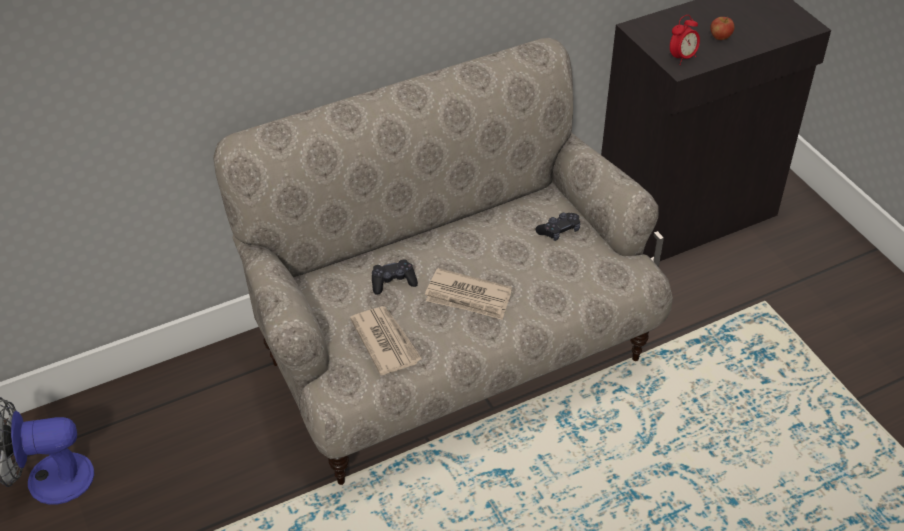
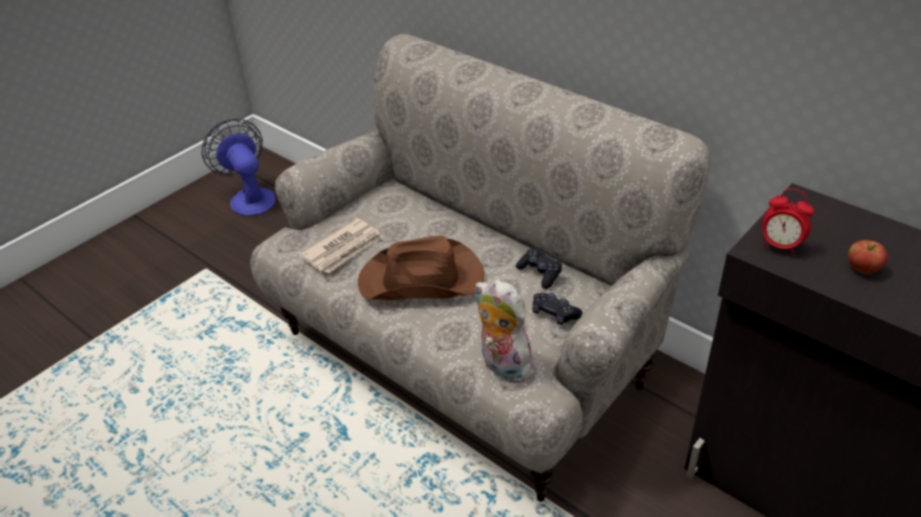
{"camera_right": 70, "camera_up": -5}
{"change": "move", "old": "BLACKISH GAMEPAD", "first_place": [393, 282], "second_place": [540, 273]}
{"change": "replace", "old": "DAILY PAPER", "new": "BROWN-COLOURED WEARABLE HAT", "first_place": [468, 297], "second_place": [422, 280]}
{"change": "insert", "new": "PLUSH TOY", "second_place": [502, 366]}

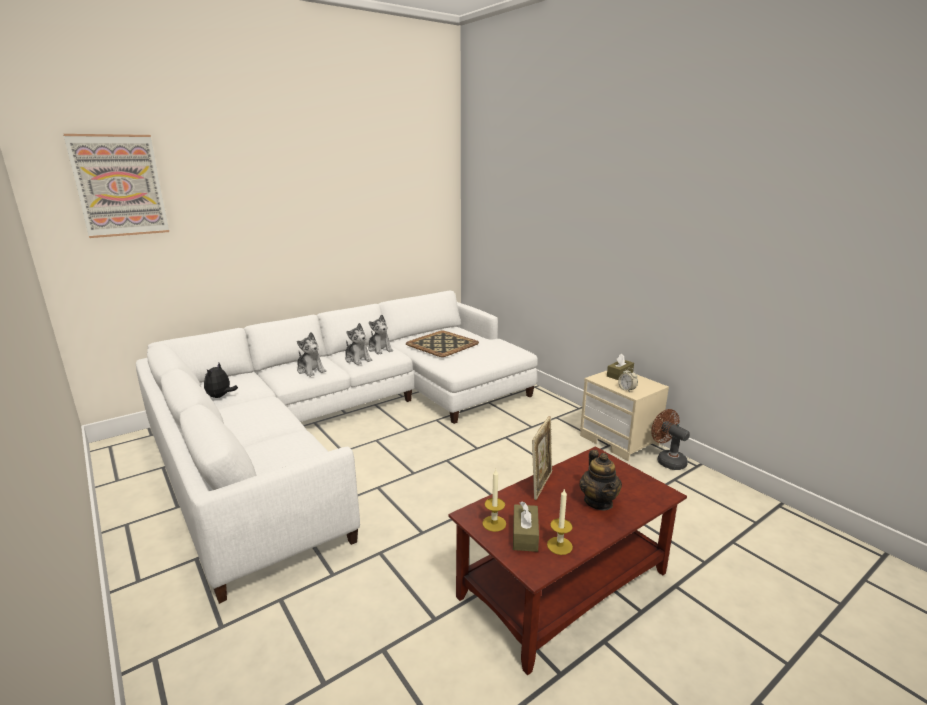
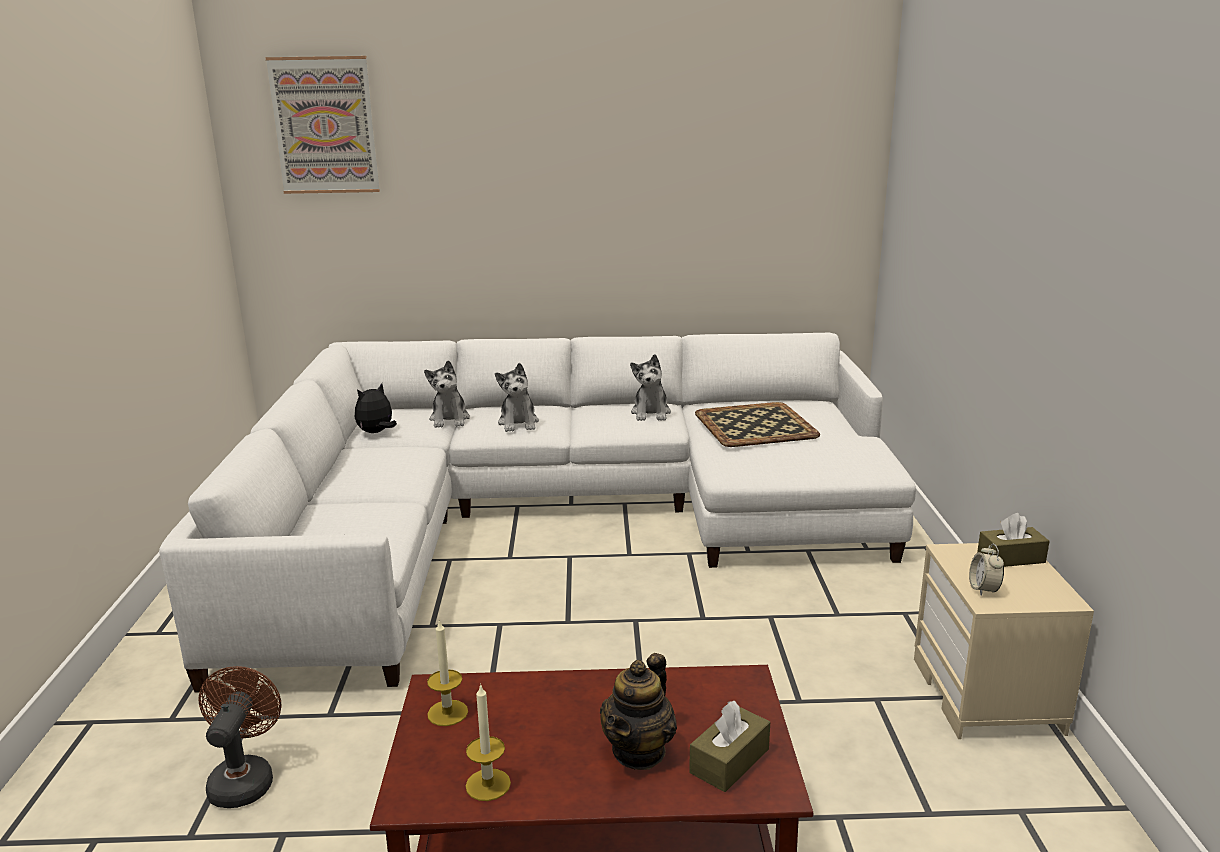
{"camera_right": 35, "camera_up": 0}
{"change": "move", "old": "PLUSH TOY", "first_place": [358, 359], "second_place": [450, 419]}
{"change": "move", "old": "BROWN-COLOURED COOLING FAN", "first_place": [667, 460], "second_place": [244, 779]}
{"change": "delete", "old": "PHOTO FRAME", "first_place": [541, 484]}
{"change": "move", "old": "BROWN-COLOURED TISSUE BOX", "first_place": [525, 535], "second_place": [729, 761]}

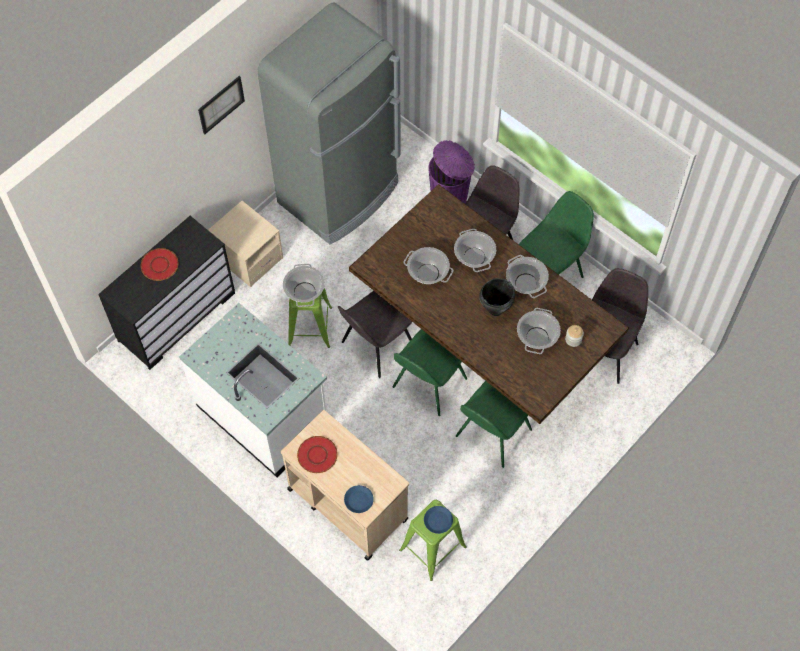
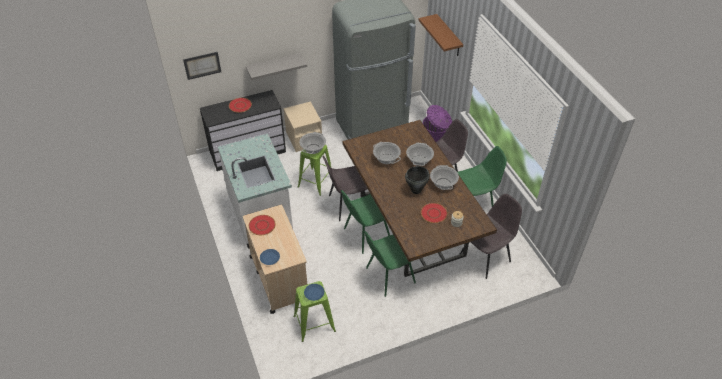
{"camera_right": 25, "camera_up": -15}
{"change": "move", "old": "WALL PICTURE", "first_place": [221, 104], "second_place": [202, 65]}
{"change": "replace", "old": "COOKING POT", "new": "REDDISH DINNER PLATE", "first_place": [537, 337], "second_place": [433, 213]}
{"change": "insert", "new": "BROWN-COLOURED SHELF", "second_place": [449, 36]}
{"change": "insert", "new": "GRAY SHELF", "second_place": [274, 66]}

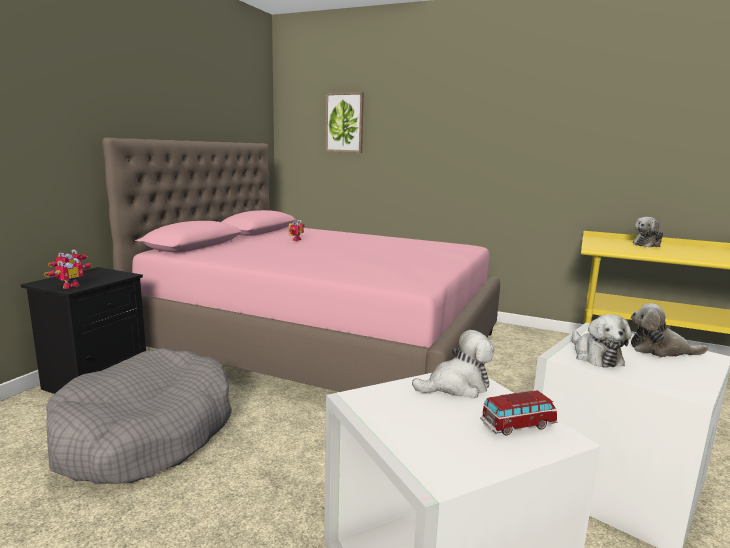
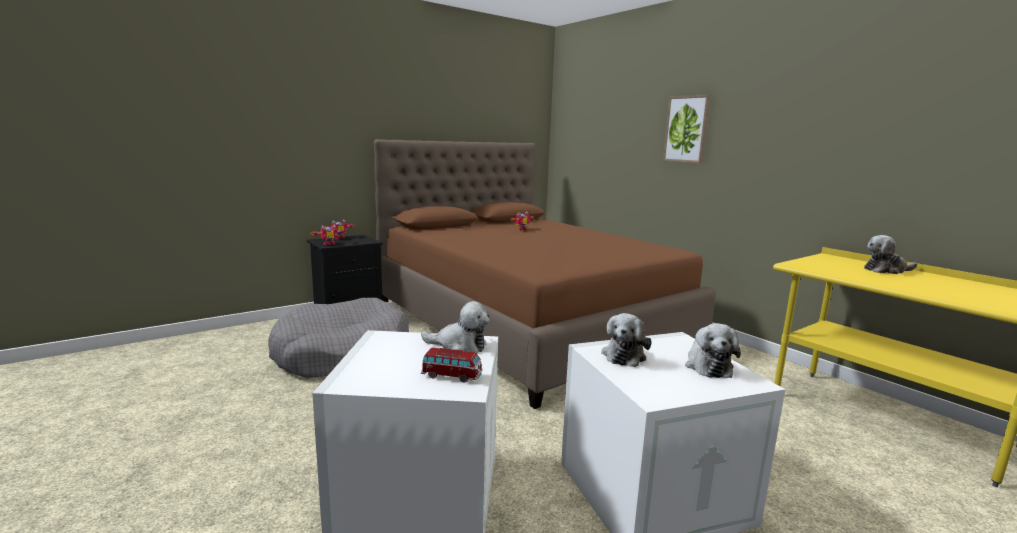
{"camera_right": 30, "camera_up": 0}
{"change": "move", "old": "WALL PICTURE", "first_place": [344, 122], "second_place": [686, 129]}
{"change": "recolor", "old": "PINK-COLOURED SLEEPING BED", "new": "BROWN-COLOURED SLEEPING BED", "first_place": [323, 343], "second_place": [528, 324]}
{"change": "rotate", "old": "PLUSH TOY", "first_place": [660, 350], "second_place": [707, 366], "degrees": -135}

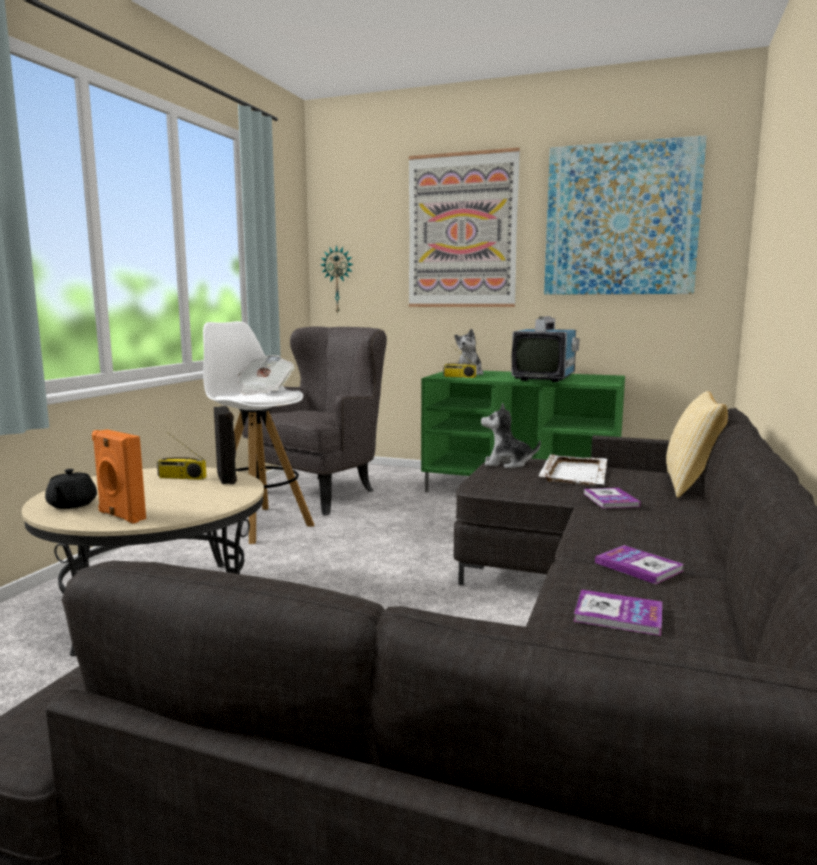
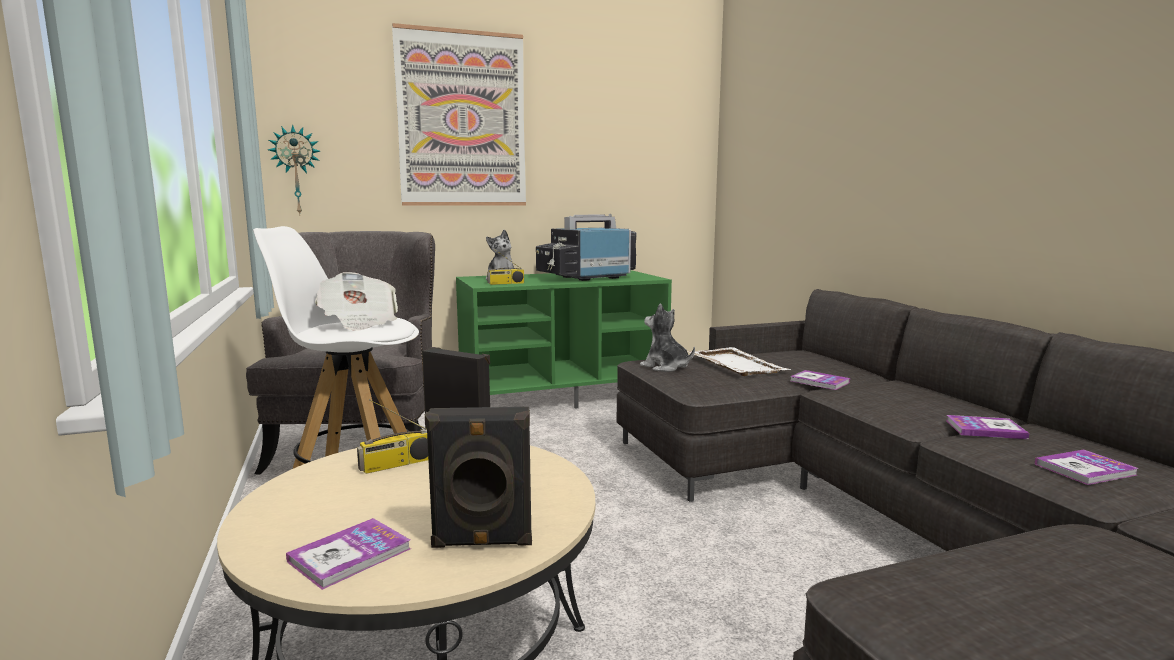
{"camera_right": -40, "camera_up": 0}
{"change": "delete", "old": "WALL PICTURE", "first_place": [621, 220]}
{"change": "rotate", "old": "TV", "first_place": [544, 378], "second_place": [585, 278], "degrees": -105}
{"change": "delete", "old": "THROW PILLOW", "first_place": [691, 485]}
{"change": "rotate", "old": "PLUSH TOY", "first_place": [507, 464], "second_place": [665, 367], "degrees": 75}
{"change": "recolor", "old": "ORANGE-COLOURED AUDIO SPEAKER", "new": "BLACKISH AUDIO SPEAKER", "first_place": [120, 516], "second_place": [482, 542]}
{"change": "replace", "old": "BLACKISH TEAPOT", "new": "BOOK", "first_place": [71, 505], "second_place": [350, 555]}

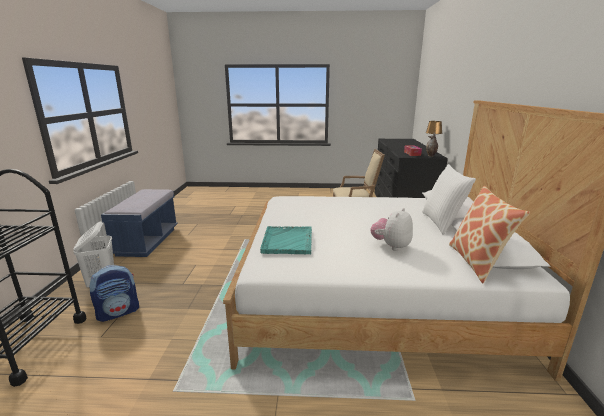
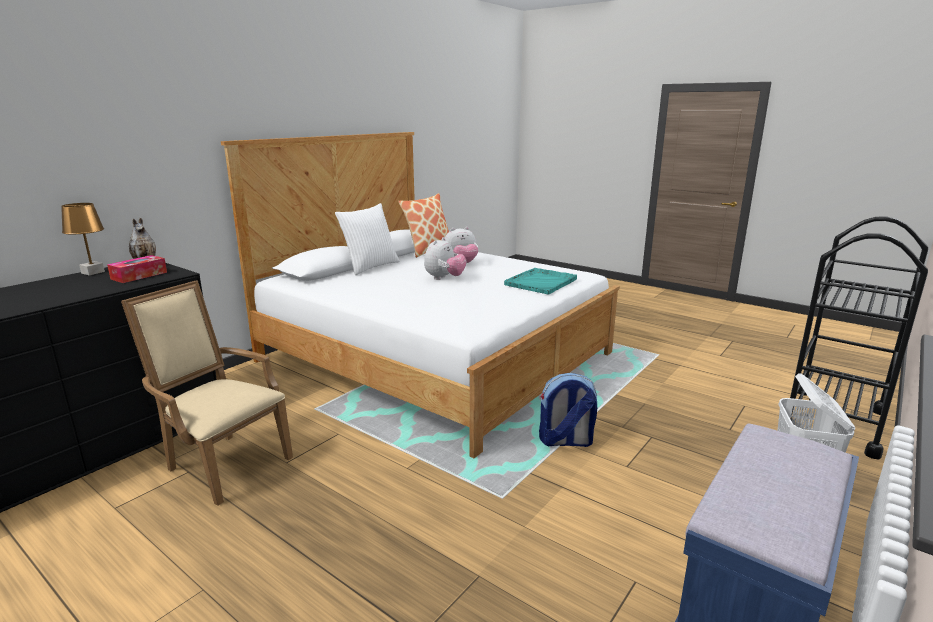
{"camera_right": -145, "camera_up": 0}
{"change": "move", "old": "BACKPACK", "first_place": [119, 312], "second_place": [565, 441]}
{"change": "insert", "new": "PLUSH TOY", "second_place": [444, 278]}

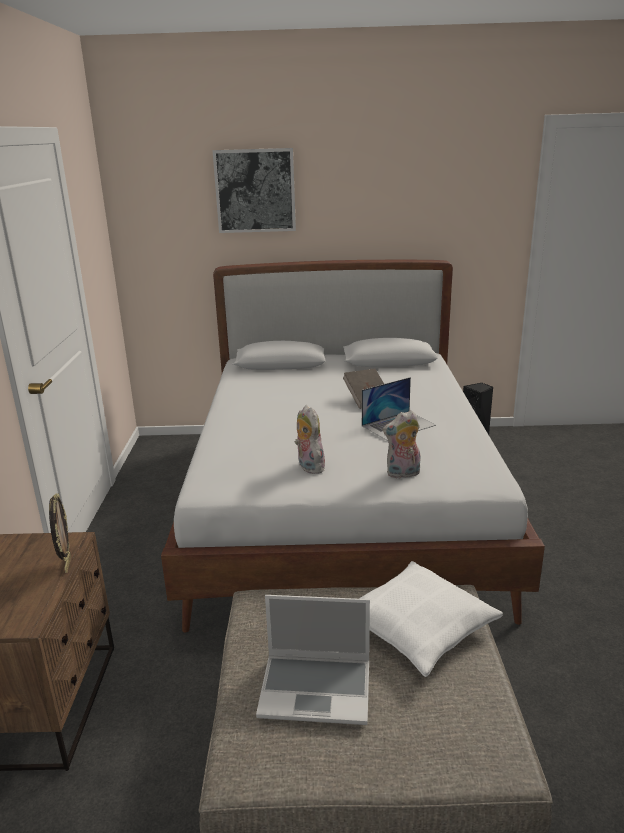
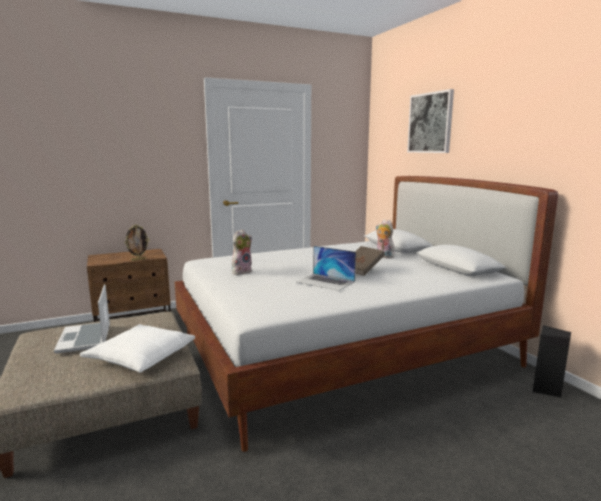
{"camera_right": 65, "camera_up": -10}
{"change": "move", "old": "PLUSH TOY", "first_place": [403, 474], "second_place": [383, 256]}

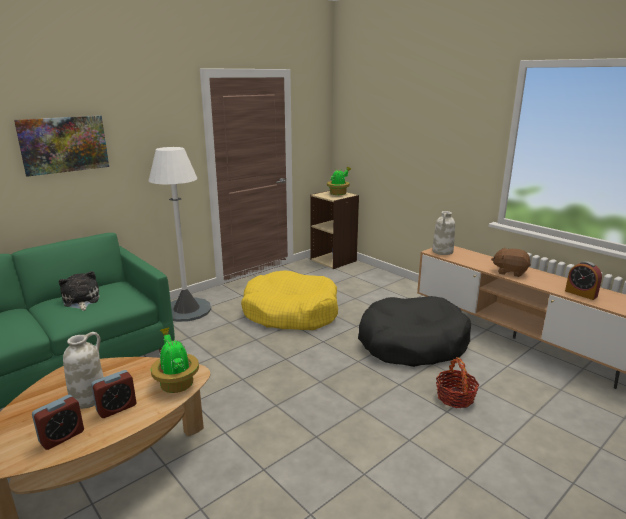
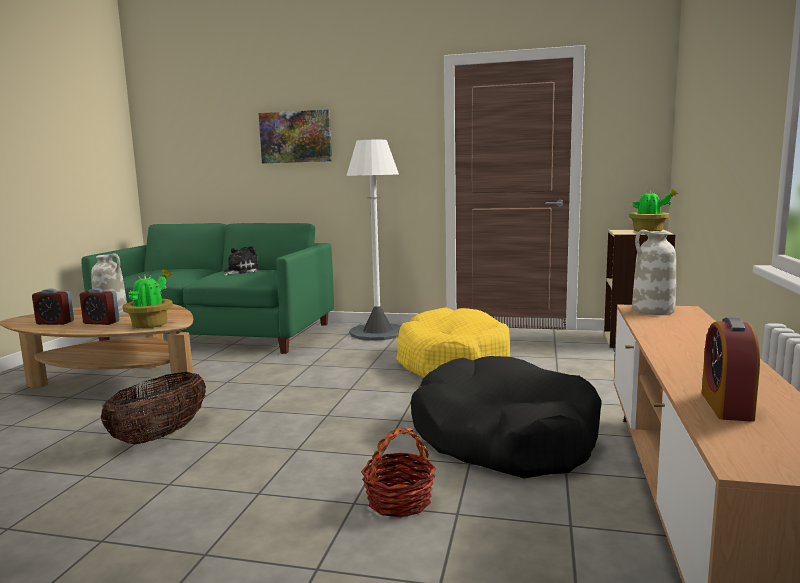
{"camera_right": 55, "camera_up": -10}
{"change": "delete", "old": "BROWN-COLOURED PLUSH TOY", "first_place": [510, 272]}
{"change": "insert", "new": "HOUSEHOLD BASKET", "second_place": [160, 436]}

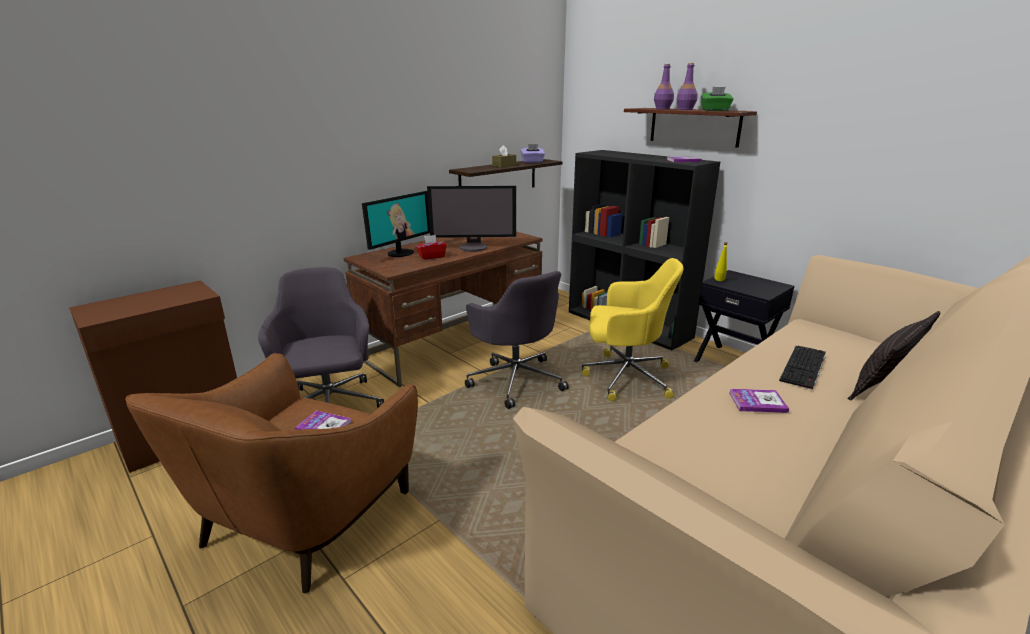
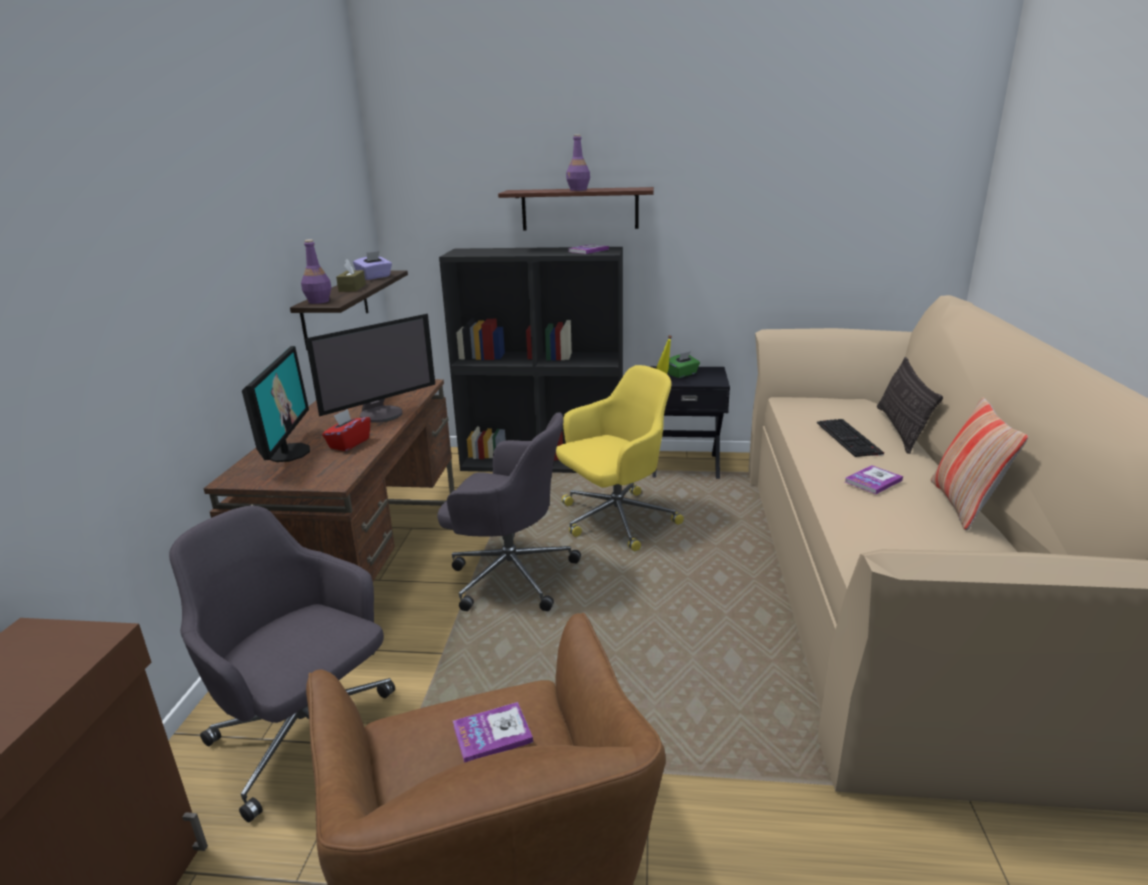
{"camera_right": -40, "camera_up": 0}
{"change": "move", "old": "PURPLISH BOTTLE", "first_place": [662, 109], "second_place": [318, 301]}
{"change": "move", "old": "GREEN TISSUE BOX", "first_place": [715, 110], "second_place": [682, 374]}
{"change": "insert", "new": "THROW PILLOW", "second_place": [964, 505]}

